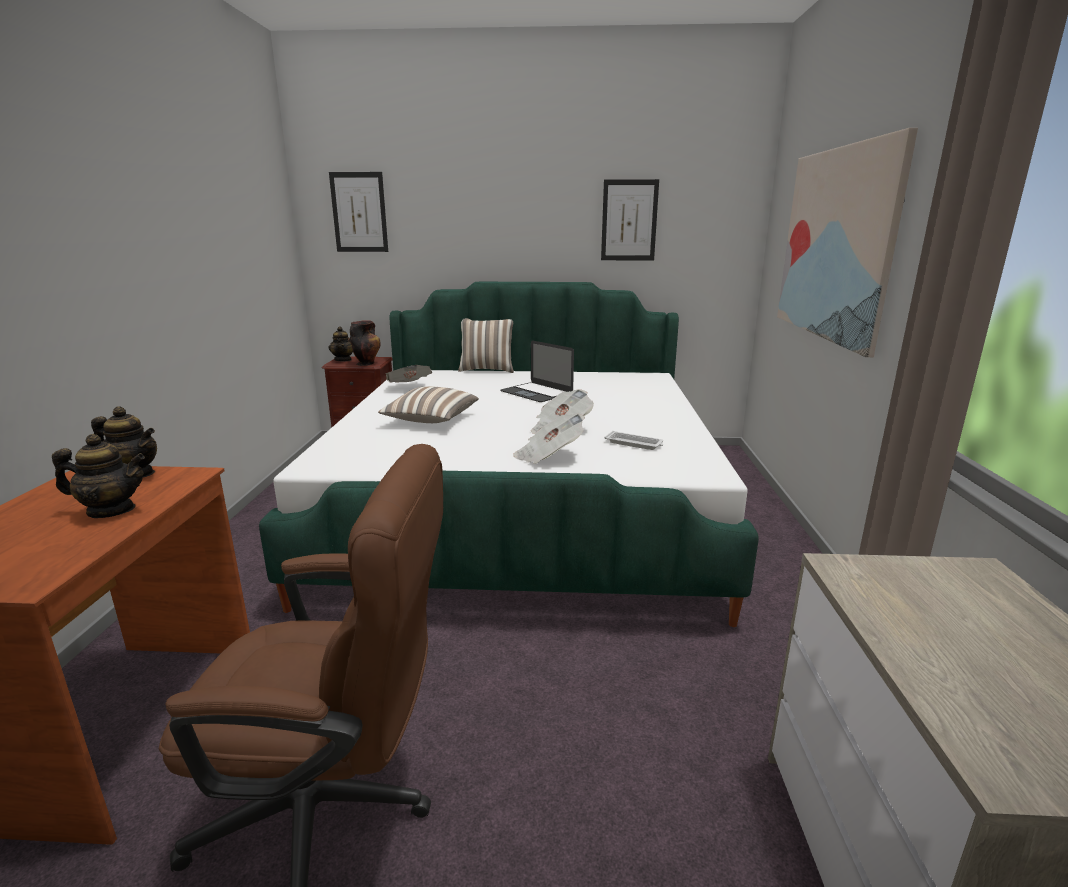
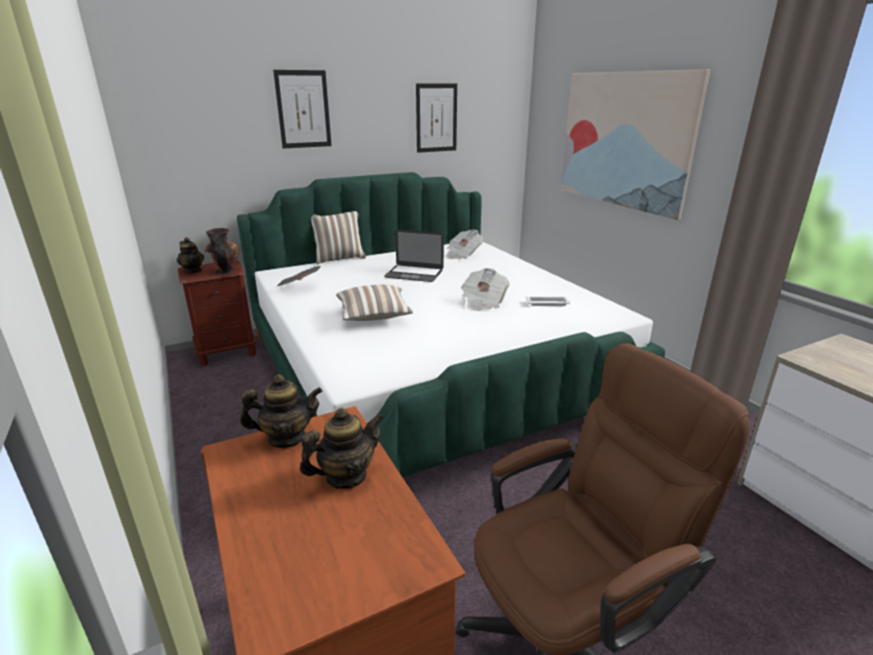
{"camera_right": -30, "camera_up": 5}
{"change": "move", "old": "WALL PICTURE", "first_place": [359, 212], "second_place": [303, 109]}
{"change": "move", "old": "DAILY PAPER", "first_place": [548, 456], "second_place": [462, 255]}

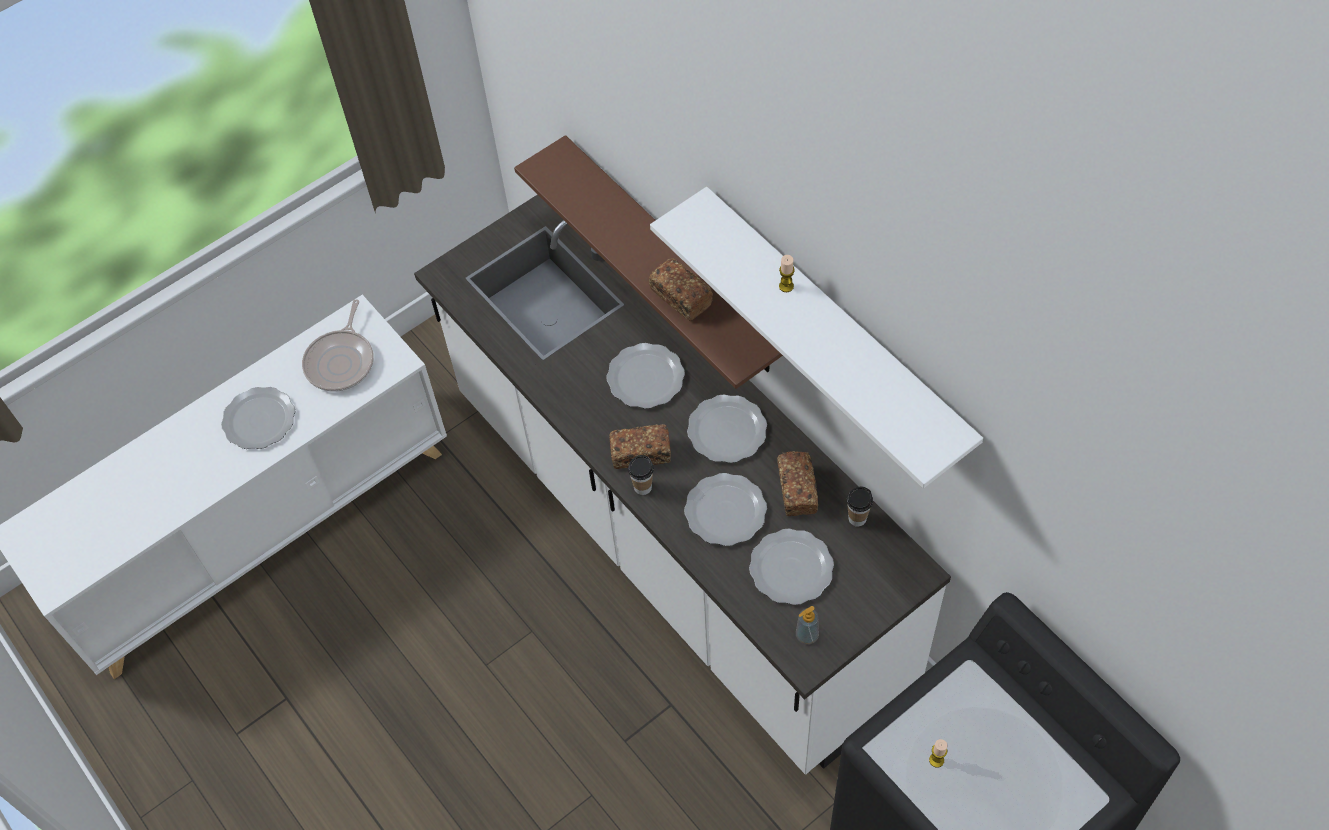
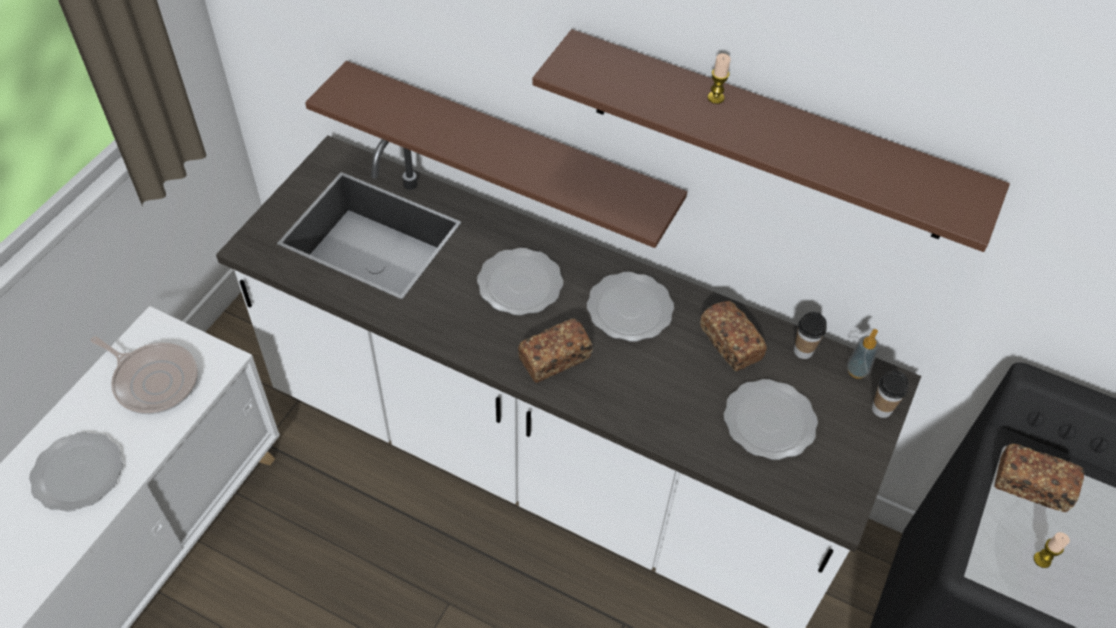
{"camera_right": -30, "camera_up": -5}
{"change": "recolor", "old": "WHITISH SHELF", "new": "BROWN-COLOURED SHELF", "first_place": [835, 329], "second_place": [769, 137]}
{"change": "move", "old": "BREAD", "first_place": [680, 297], "second_place": [1031, 486]}
{"change": "rotate", "old": "SKILLET", "first_place": [341, 361], "second_place": [154, 380], "degrees": -45}
{"change": "move", "old": "SMALL CUP", "first_place": [642, 487], "second_place": [881, 409]}
{"change": "delete", "old": "DINNER PLATE", "first_place": [726, 510]}
{"change": "move", "old": "LIQUID SOAP BOTTLE", "first_place": [807, 635], "second_place": [857, 370]}

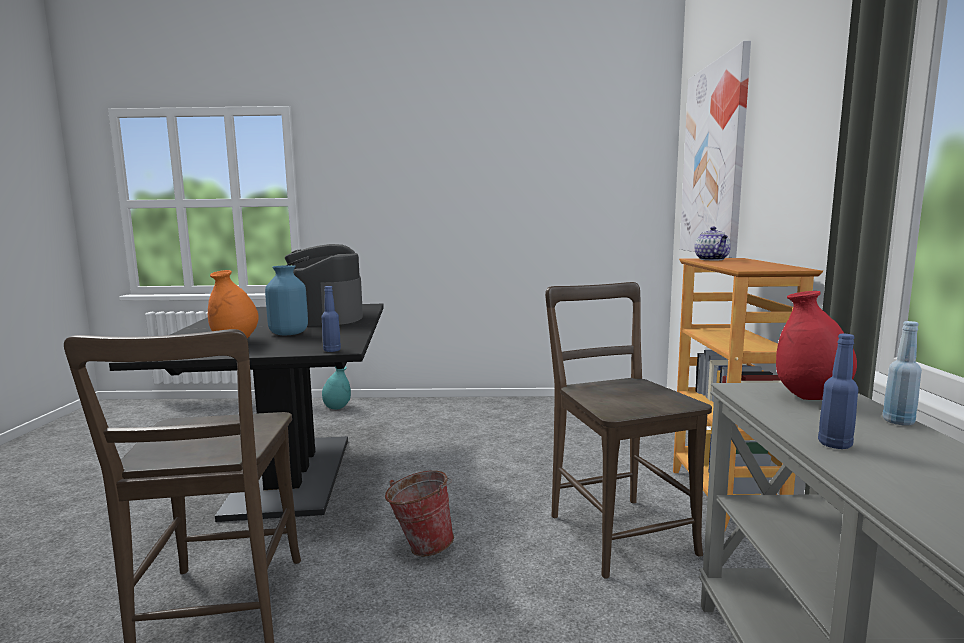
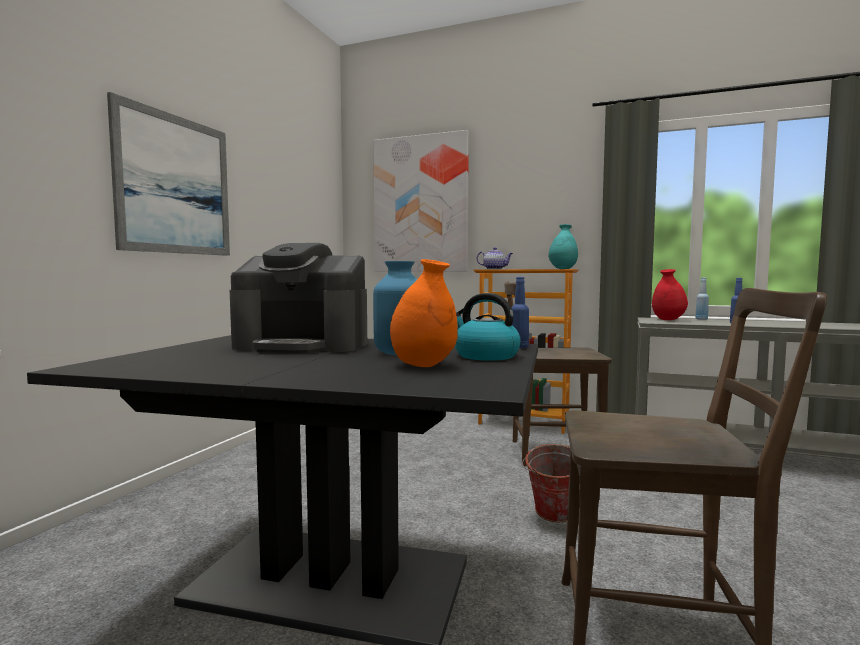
{"camera_right": -70, "camera_up": -5}
{"change": "move", "old": "BLUE-GREEN VASE", "first_place": [337, 408], "second_place": [563, 269]}
{"change": "insert", "new": "WALL PICTURE", "second_place": [175, 185]}
{"change": "insert", "new": "TEA KETTLE", "second_place": [485, 356]}

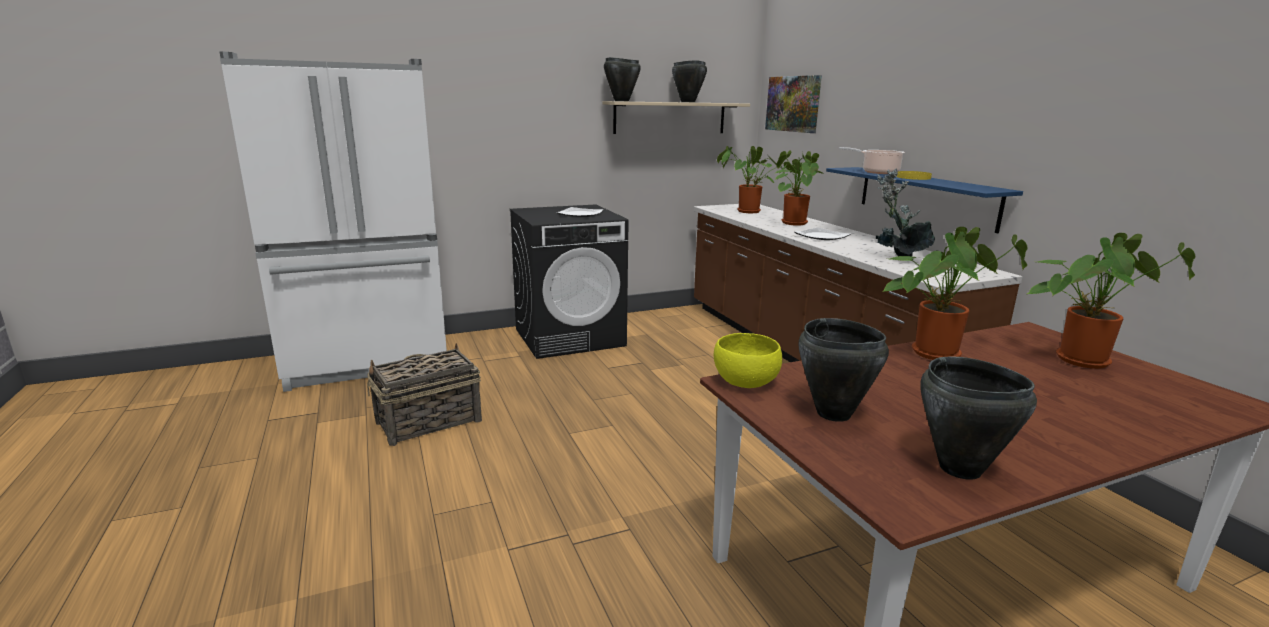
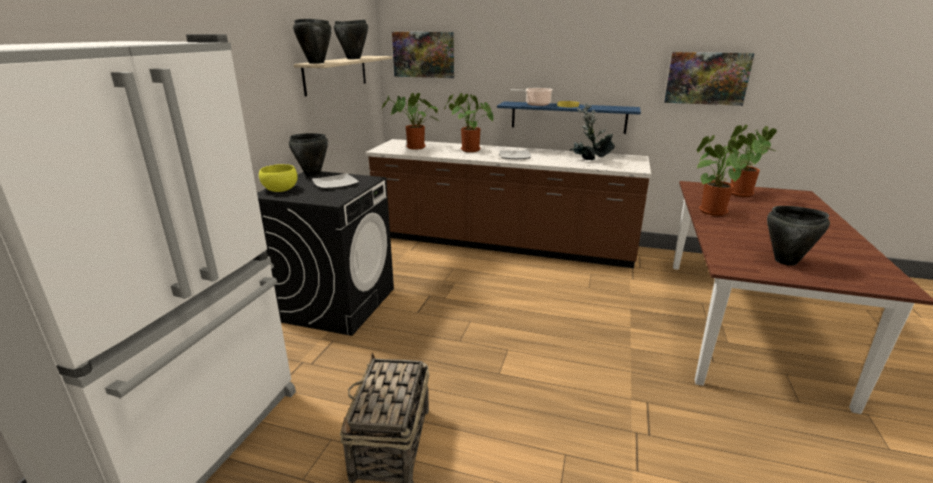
{"camera_right": -50, "camera_up": 5}
{"change": "move", "old": "YELLOW BOWL", "first_place": [746, 381], "second_place": [280, 189]}
{"change": "move", "old": "BLACKISH COOKING POT", "first_place": [960, 469], "second_place": [313, 174]}
{"change": "insert", "new": "WALL PICTURE", "second_place": [707, 78]}

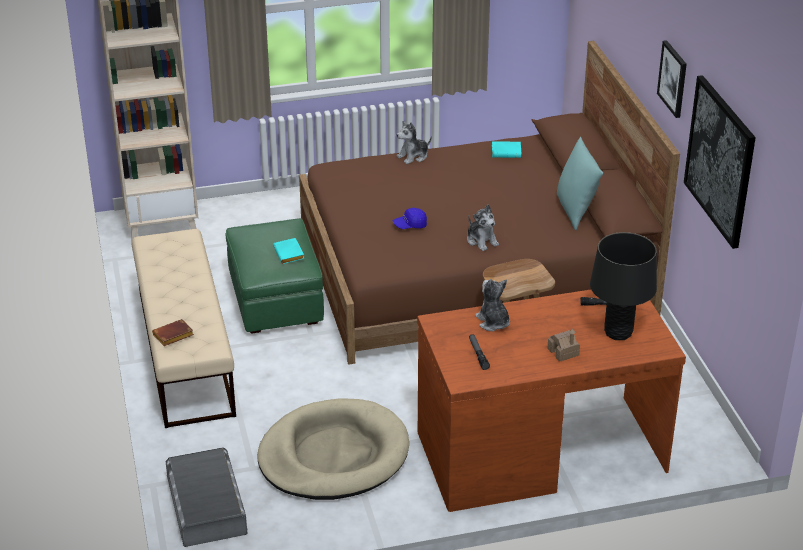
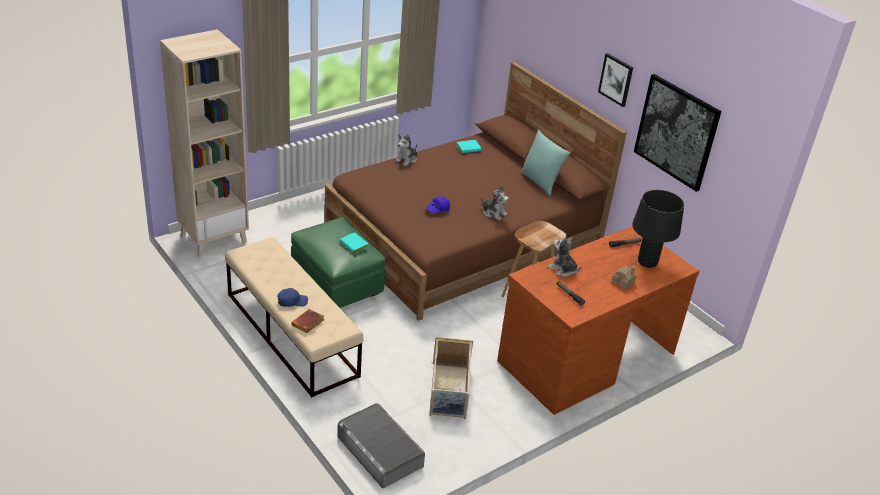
{"camera_right": -25, "camera_up": 0}
{"change": "replace", "old": "BEIGE DOG CUSHION", "new": "BEIGE STORAGE CONTAINER", "first_place": [333, 455], "second_place": [449, 391]}
{"change": "insert", "new": "BLUE-COLOURED CAP", "second_place": [292, 301]}

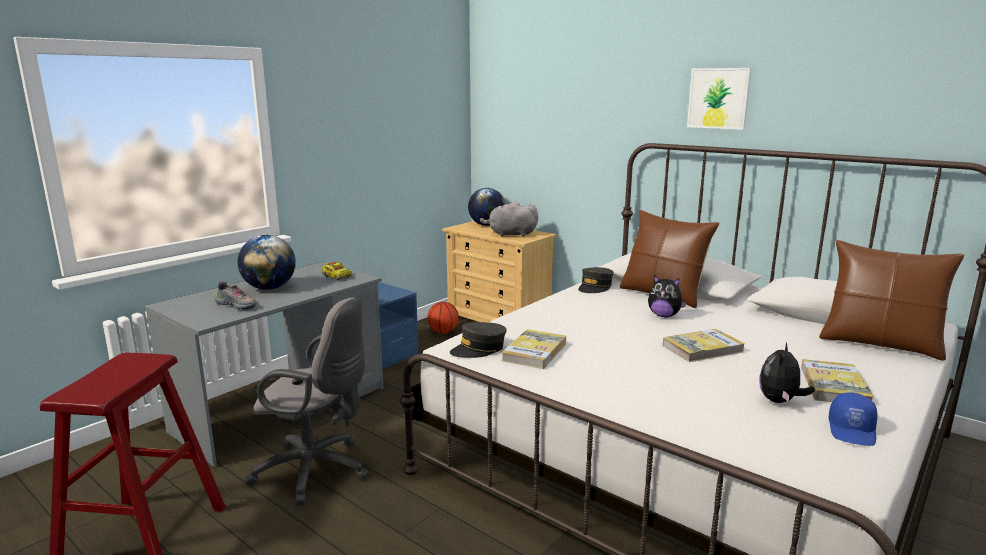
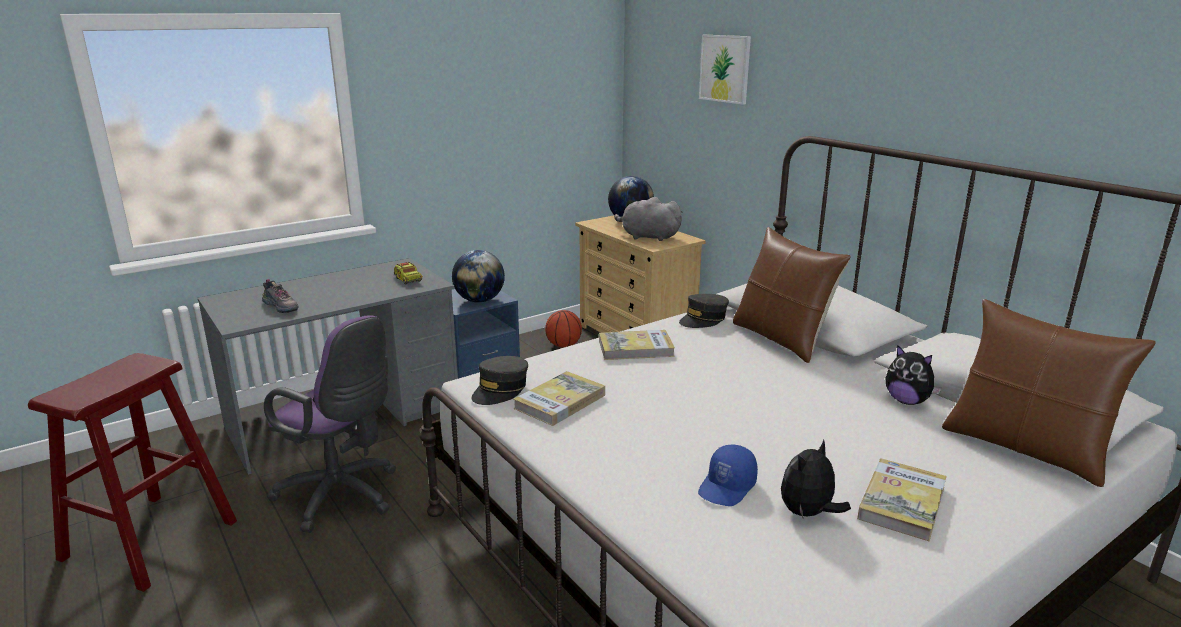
{"camera_right": 15, "camera_up": 5}
{"change": "move", "old": "WALL PICTURE", "first_place": [718, 98], "second_place": [725, 68]}
{"change": "move", "old": "DESK GLOBE", "first_place": [269, 288], "second_place": [479, 300]}
{"change": "move", "old": "PLUSH TOY", "first_place": [664, 315], "second_place": [907, 401]}
{"change": "recolor", "old": "GRAY OFFICE CHAIR", "new": "PURPLISH OFFICE CHAIR", "first_place": [317, 471], "second_place": [343, 497]}
{"change": "rotate", "old": "GRAY CAP", "first_place": [479, 349], "second_place": [500, 390], "degrees": -45}
{"change": "move", "old": "BOOK", "first_place": [702, 348], "second_place": [635, 348]}
{"change": "move", "old": "BLUE-COLOURED CAP", "first_place": [853, 431], "second_place": [728, 487]}

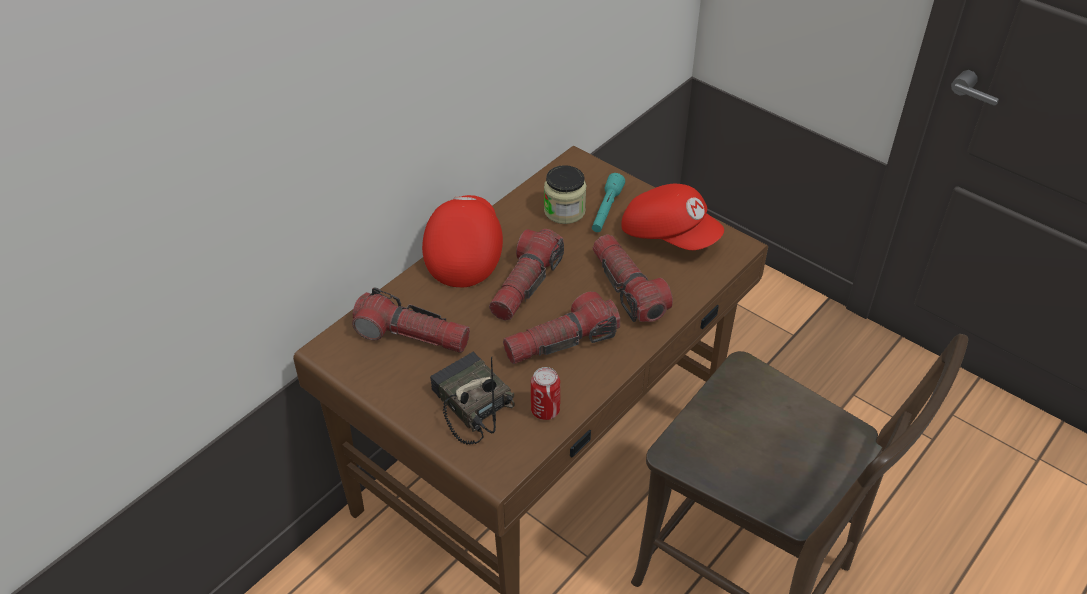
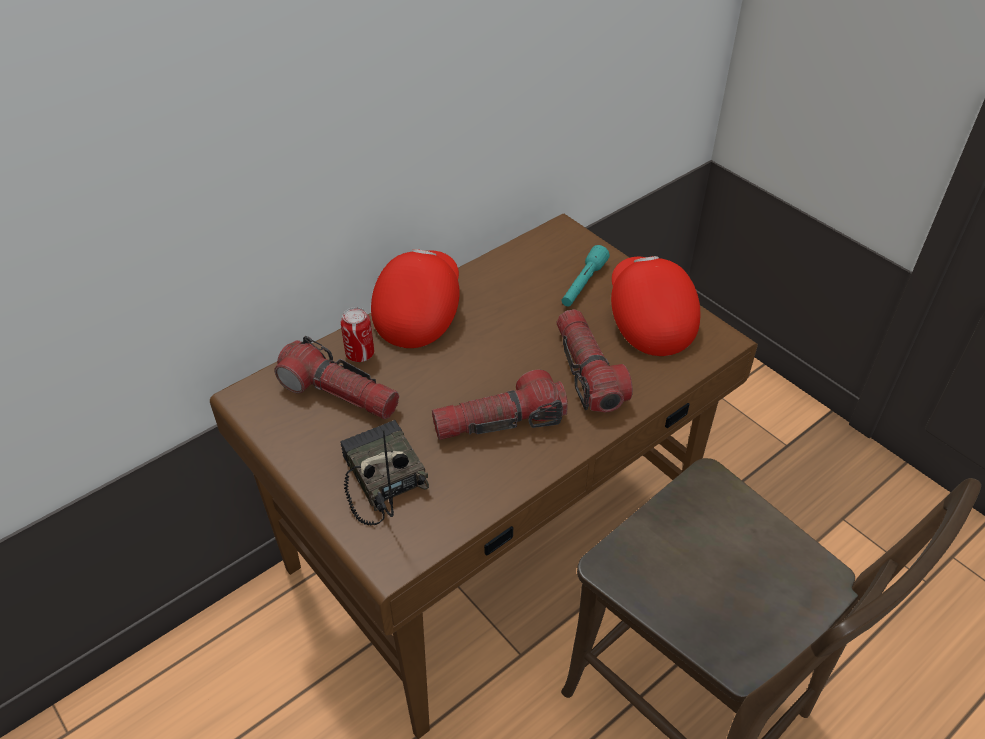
{"camera_right": 10, "camera_up": 0}
{"change": "delete", "old": "JAR", "first_place": [564, 211]}
{"change": "rotate", "old": "REDDISH CAP", "first_place": [670, 235], "second_place": [647, 319], "degrees": -150}
{"change": "delete", "old": "HAND TORCH", "first_place": [525, 284]}
{"change": "move", "old": "SEALED CAN", "first_place": [545, 410], "second_place": [360, 354]}

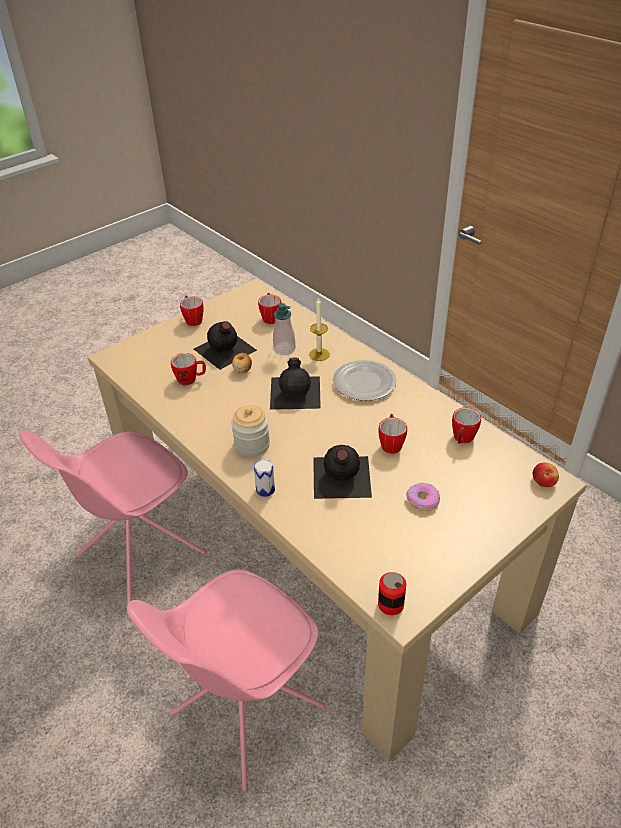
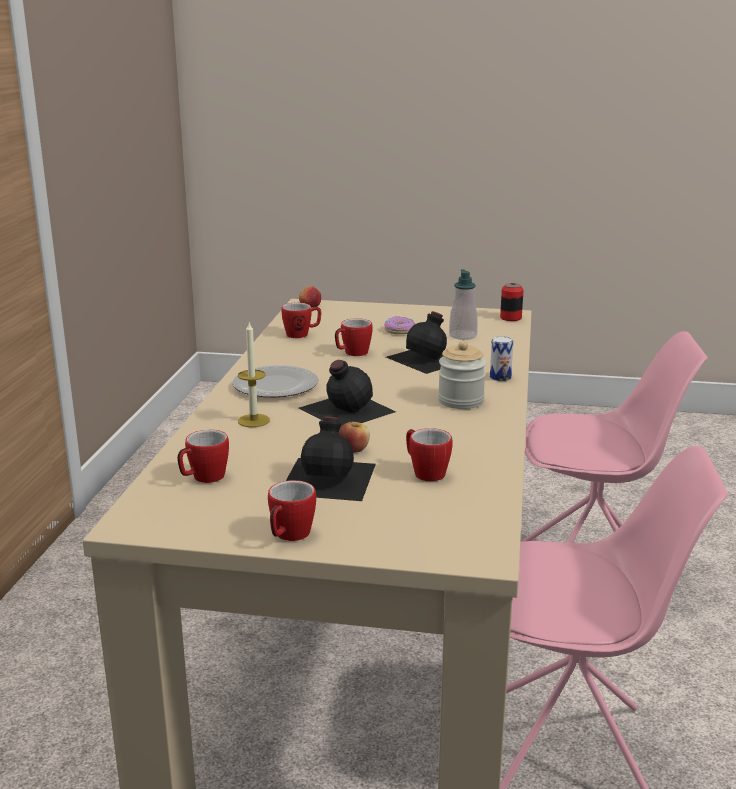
{"camera_right": -130, "camera_up": -20}
{"change": "move", "old": "LIQUID SOAP BOTTLE", "first_place": [284, 349], "second_place": [462, 336]}

